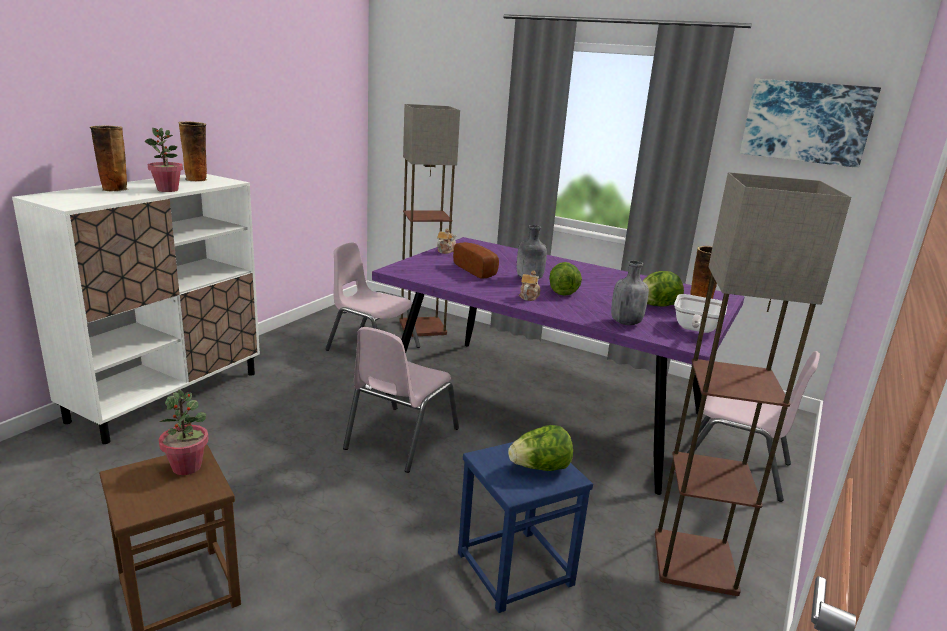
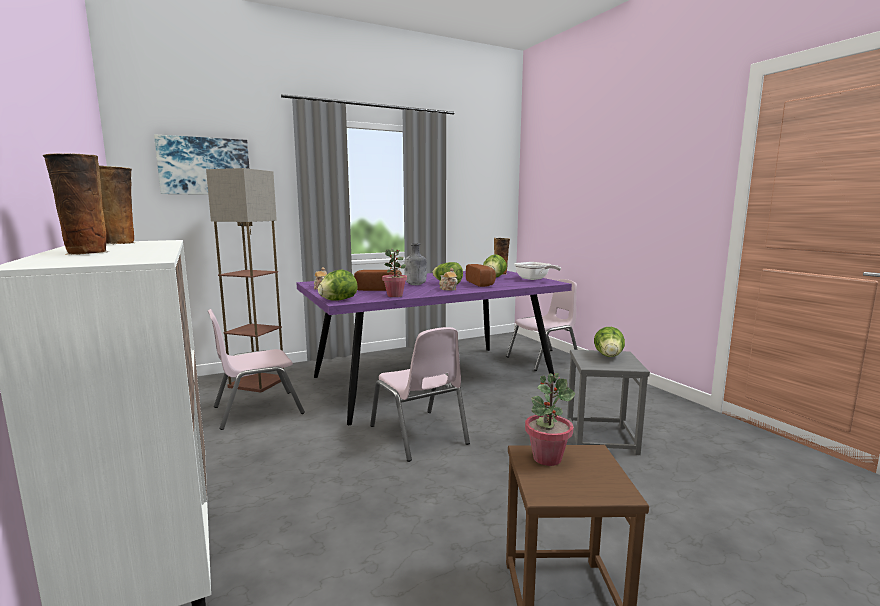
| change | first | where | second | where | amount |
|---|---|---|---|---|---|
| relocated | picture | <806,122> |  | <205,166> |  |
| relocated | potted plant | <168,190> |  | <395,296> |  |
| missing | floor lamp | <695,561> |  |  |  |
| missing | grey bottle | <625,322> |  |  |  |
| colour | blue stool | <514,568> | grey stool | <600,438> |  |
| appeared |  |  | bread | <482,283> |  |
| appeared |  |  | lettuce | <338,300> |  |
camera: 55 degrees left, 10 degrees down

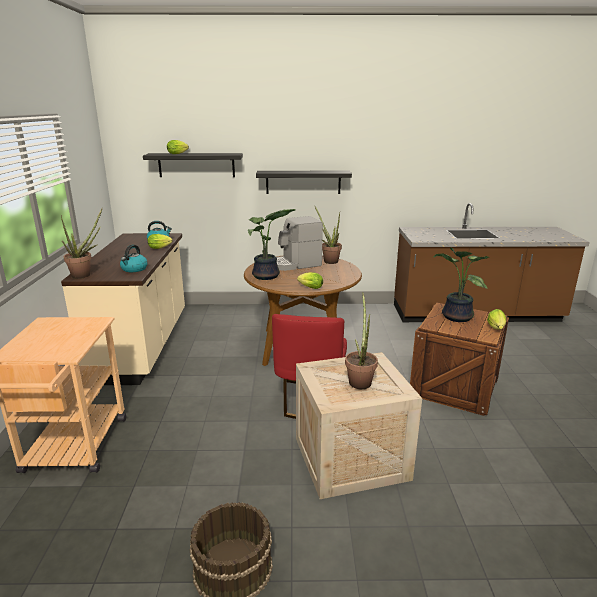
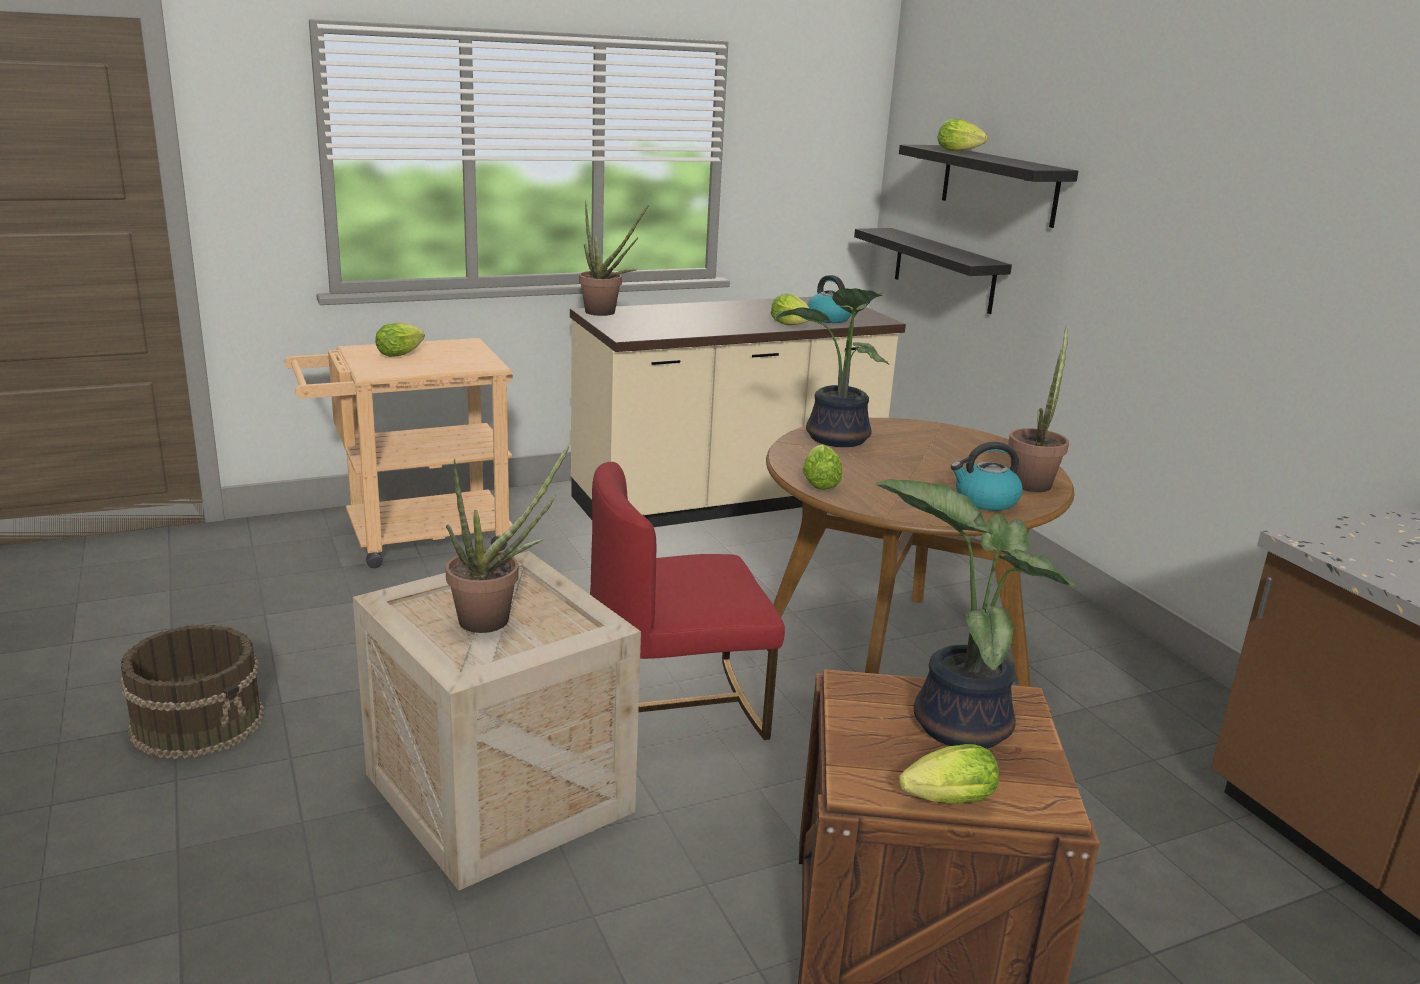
| change | first | where | second | where | amount |
|---|---|---|---|---|---|
| relocated | black shelf | <303,182> |  | <944,270> |  |
| missing | coffee machine | <295,264> |  |  |  |
| relocated | kettle | <134,269> |  | <985,501> |  |
| appeared |  |  | lettuce | <402,354> |  |
camera: 65 degrees right, 0 degrees up

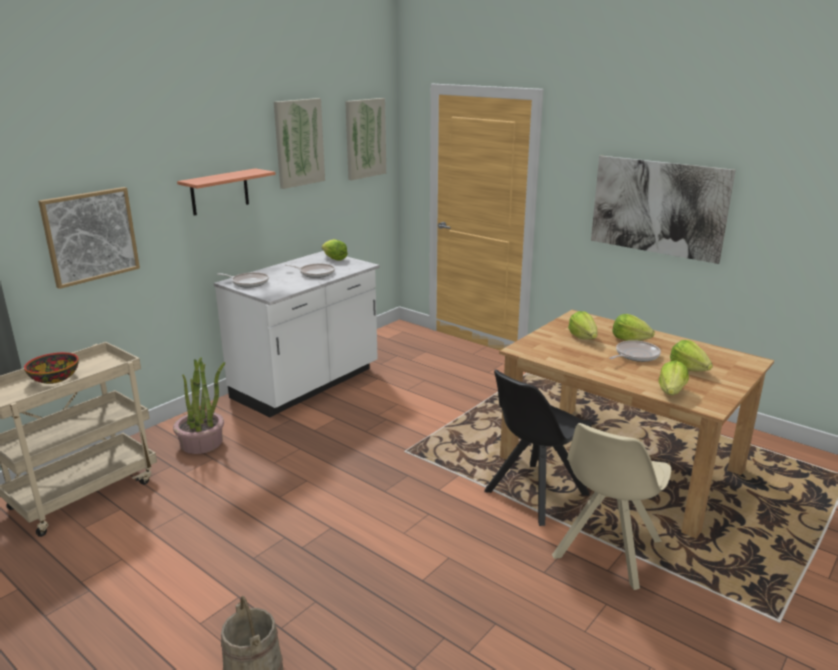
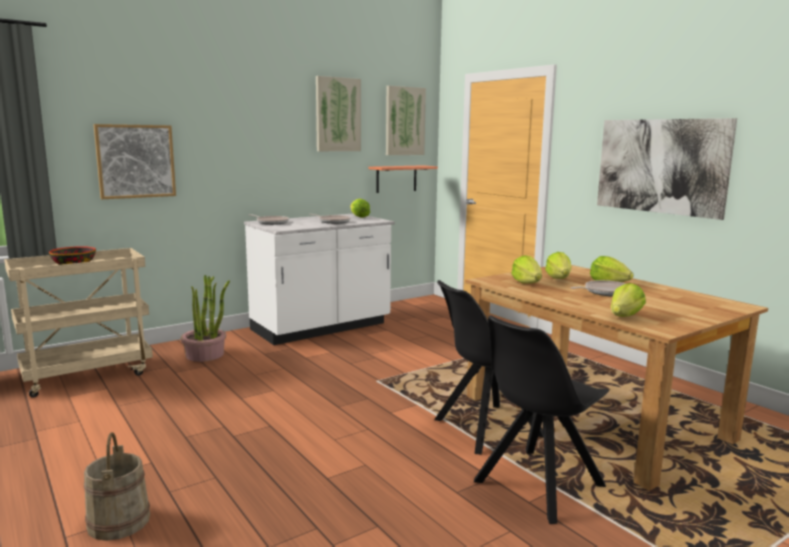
| change | first | where | second | where | amount |
|---|---|---|---|---|---|
| relocated | shelf | <219,192> |  | <396,179> |  |
| relocated | lettuce | <688,369> |  | <527,283> |  |
| colour | beige chair | <606,550> | black chair | <536,485> |  |
camera: 15 degrees right, 10 degrees down

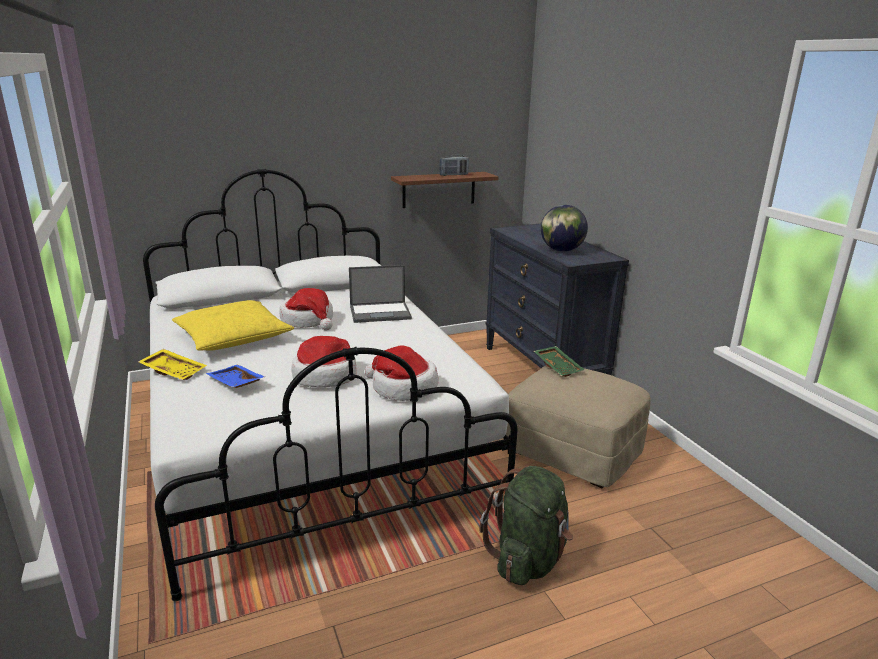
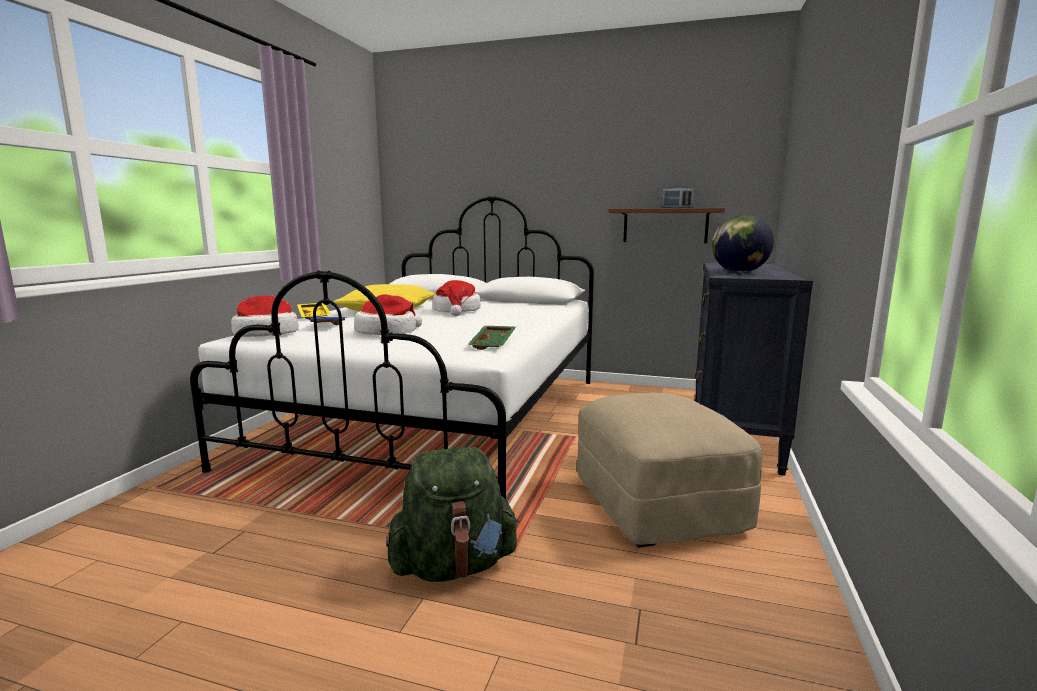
| change | first | where | second | where | amount |
|---|---|---|---|---|---|
| missing | laptop | <381,312> |  |  |  |
| relocated | hat | <402,387> |  | <266,334> |  |
| relocated | green tray | <558,366> |  | <494,344> |  |
camera: 40 degrees right, 10 degrees down

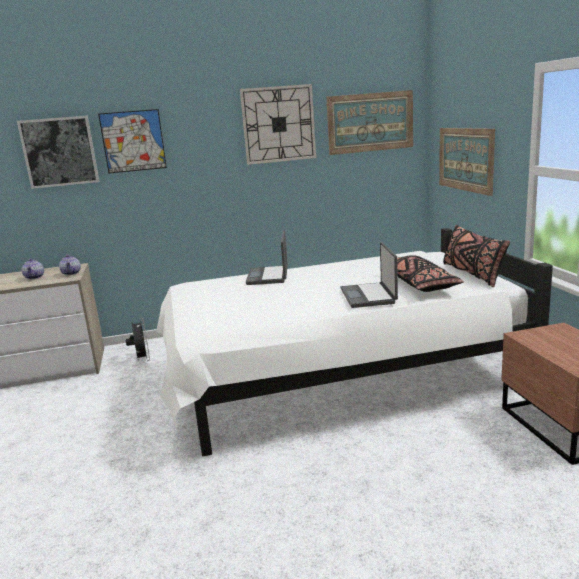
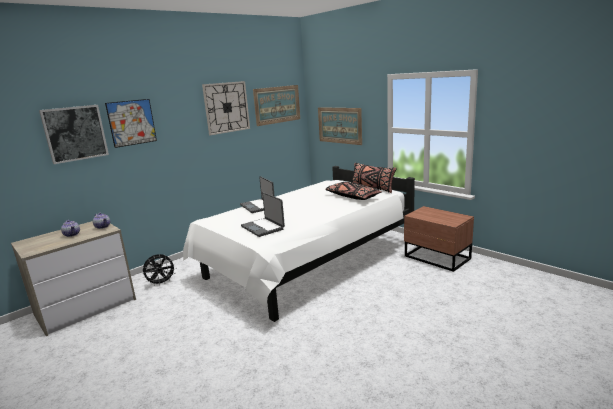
| change | first | where | second | where | amount |
|---|---|---|---|---|---|
| relocated | laptop | <369,296> |  | <263,227> |  |
| spun | black fan | <142,360> |  | <161,283> | 105 degrees clockwise |
camera: 30 degrees left, 0 degrees up

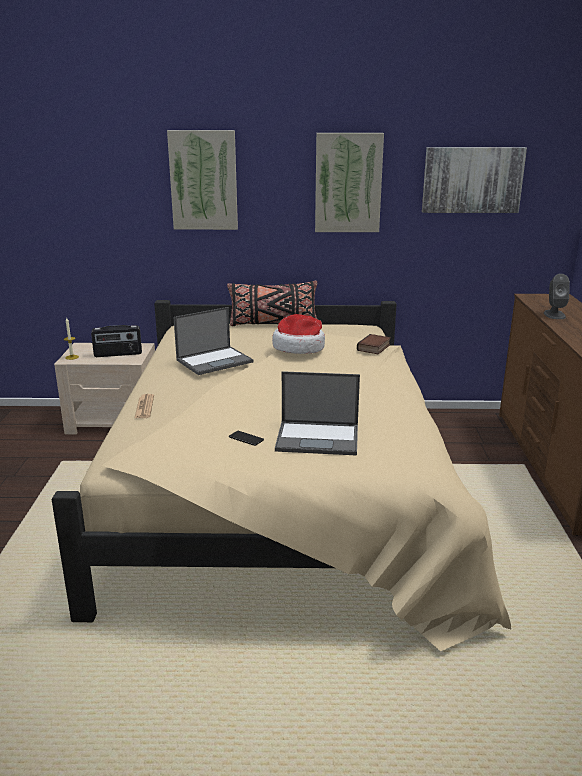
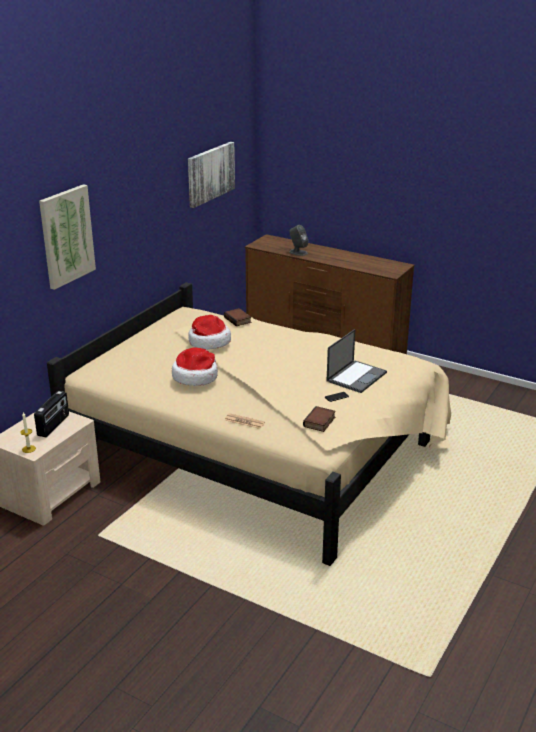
| change | first | where | second | where | amount |
|---|---|---|---|---|---|
| missing | picture | <348,183> |  |  |  |
| missing | black pillow | <273,323> |  |  |  |
| exchanged | laptop | <215,361> | hat | <196,376> |  |
| appeared |  |  | book | <320,422> |  |
camera: 60 degrees left, 5 degrees up

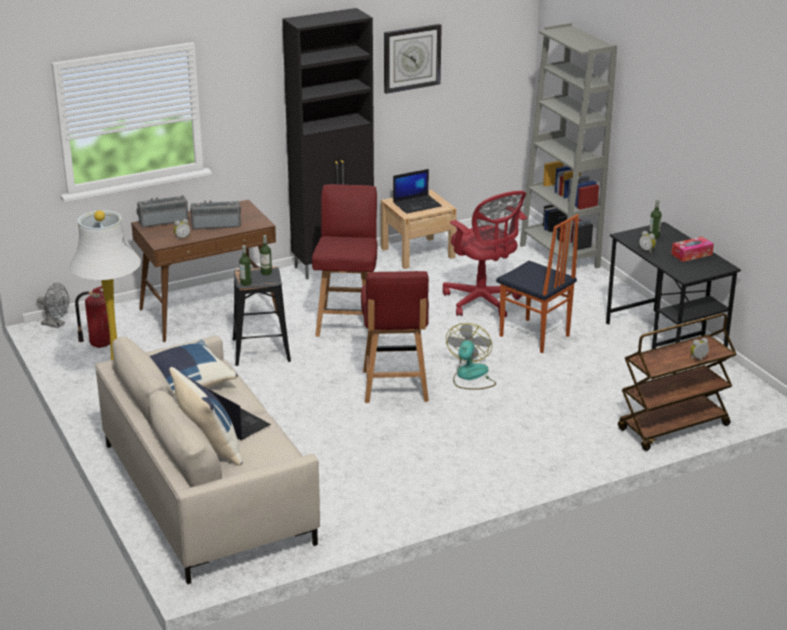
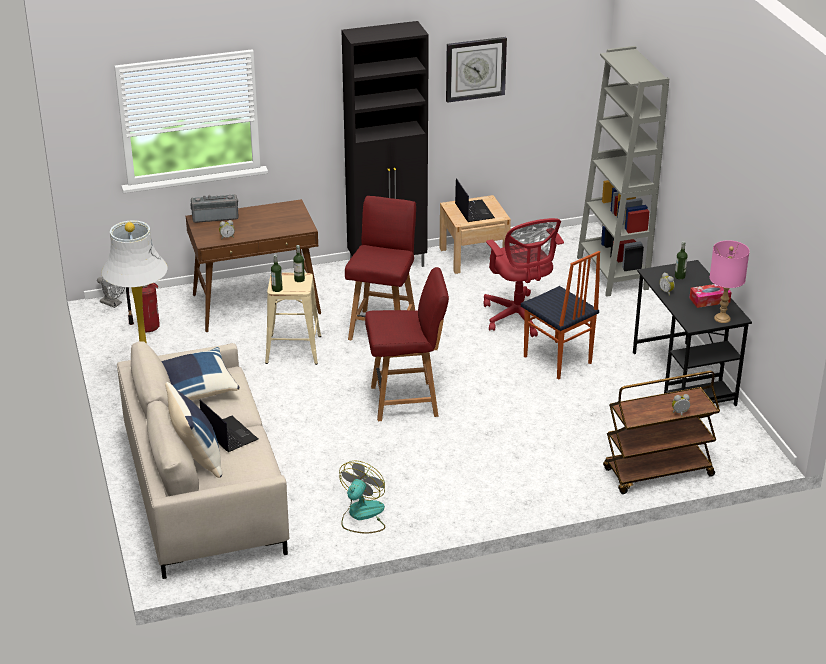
| change | first | where | second | where | amount |
|---|---|---|---|---|---|
| spun | laptop | <417,204> |  | <473,211> | 90 degrees counterclockwise |
| missing | radio | <216,224> |  |  |  |
| colour | black stool | <261,350> | beige stool | <293,349> |  |
| spun | red chair | <395,387> |  | <406,401> | 105 degrees counterclockwise |
| relocated | fan | <470,376> |  | <362,515> |  |
| appeared |  |  | pink table lamp | <722,318> |  |
camera: 10 degrees right, 5 degrees up

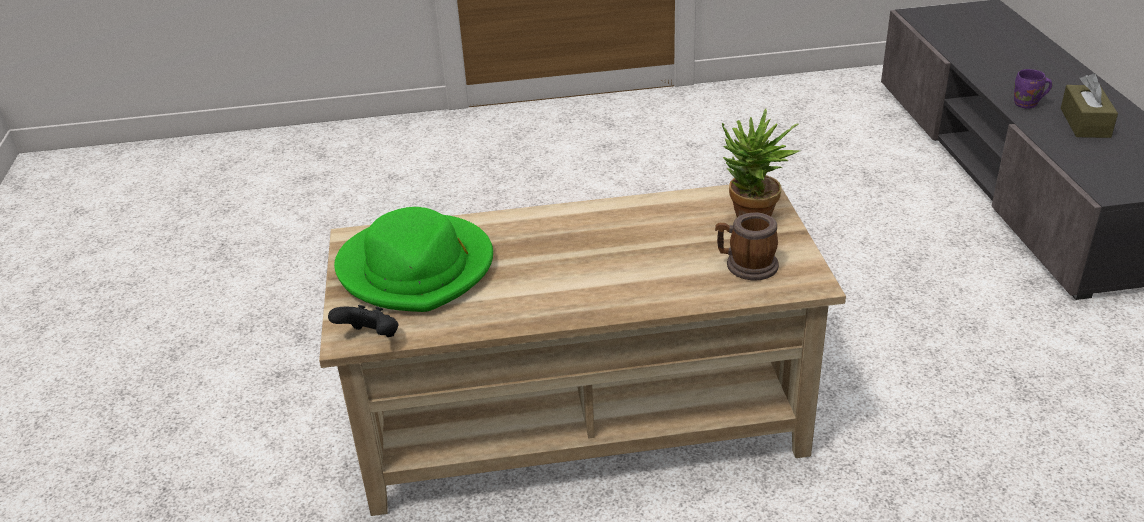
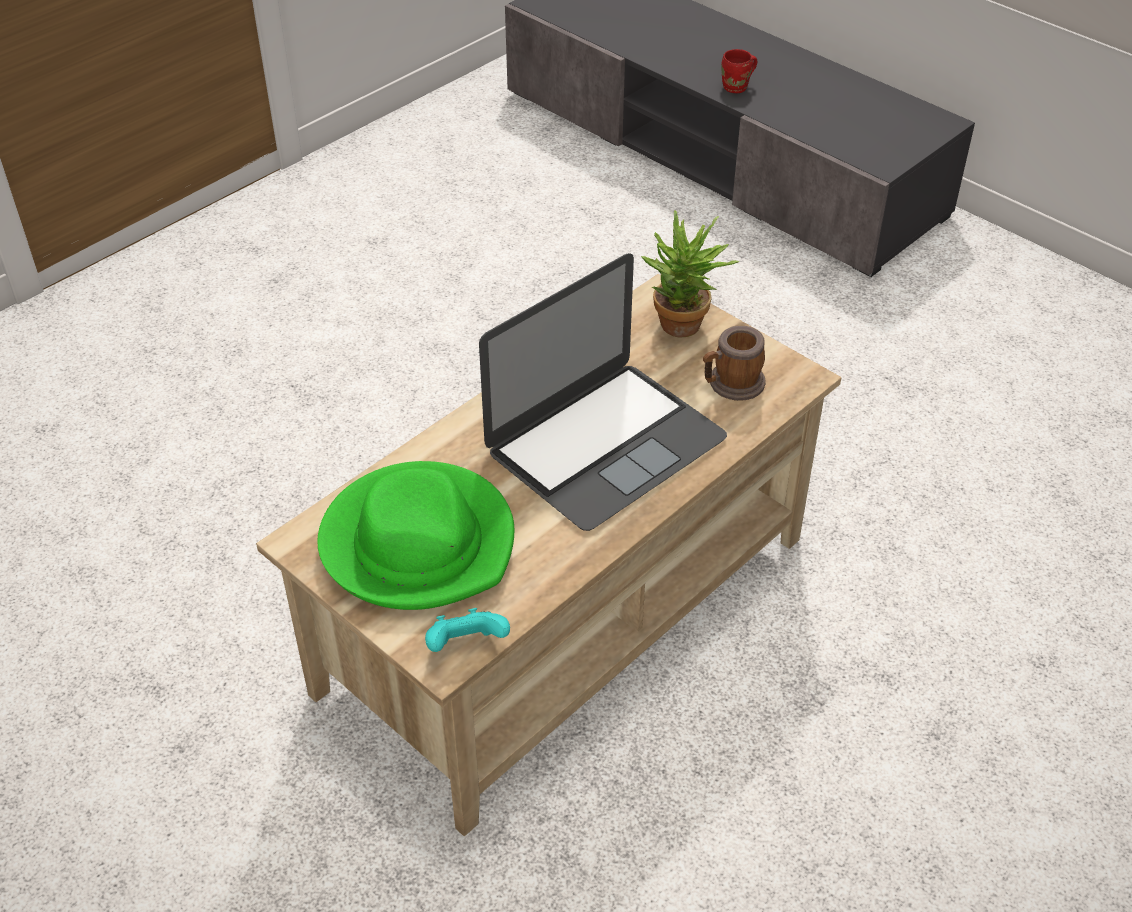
| change | first | where | second | where | amount |
|---|---|---|---|---|---|
| colour | purple mug | <1027,104> | red mug | <737,88> |  |
| missing | brown tissue box | <1085,123> |  |  |  |
| colour | black game controller | <370,338> | turquoise game controller | <466,646> |  |
| appeared |  |  | laptop | <605,444> |  |
camera: 40 degrees left, 10 degrees up

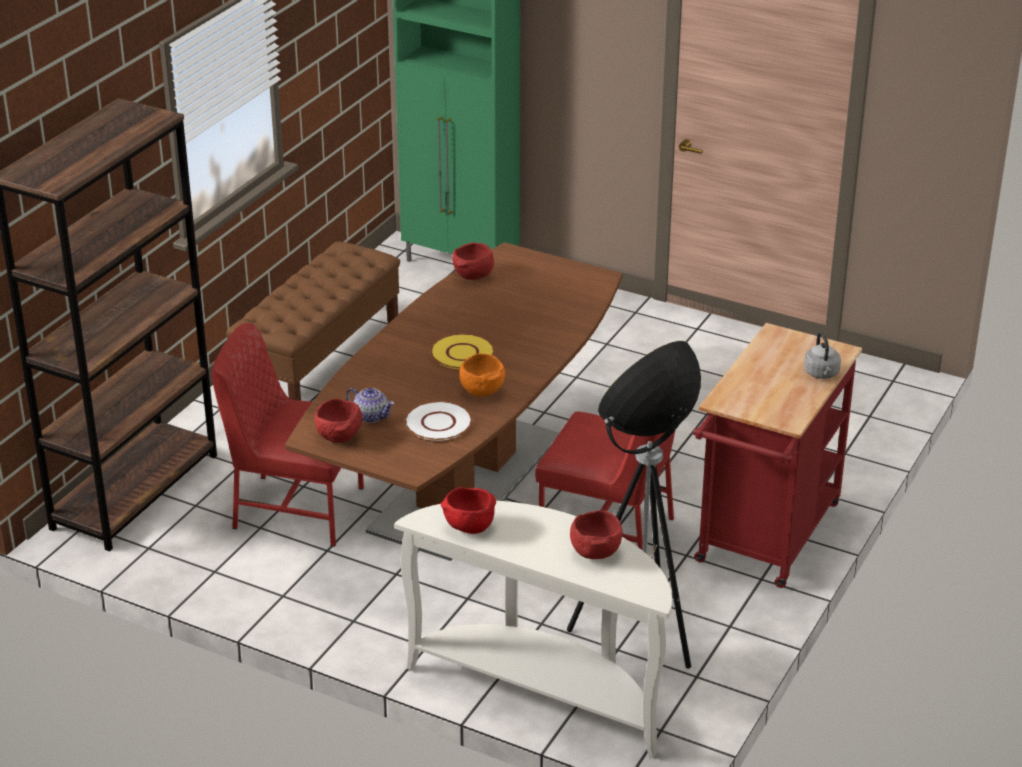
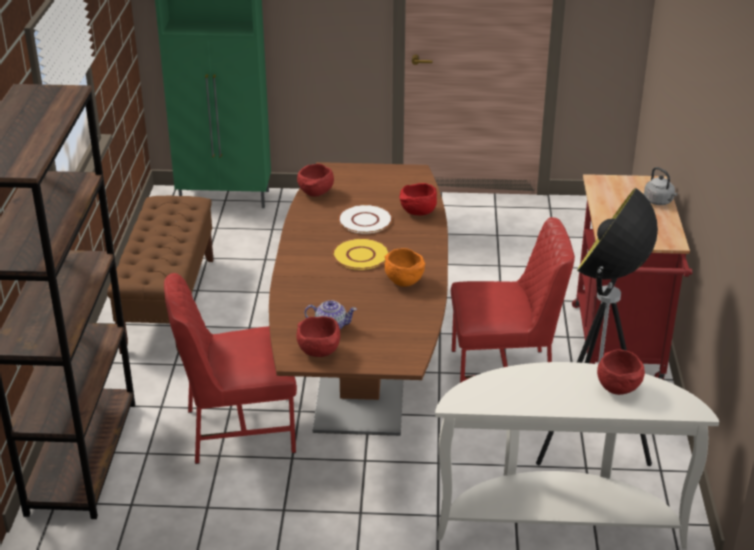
| change | first | where | second | where | amount |
|---|---|---|---|---|---|
| relocated | white plate | <438,423> |  | <365,220> |  |
| relocated | red bowl | <468,528> |  | <418,213> |  |
camera: 25 degrees left, 0 degrees up

